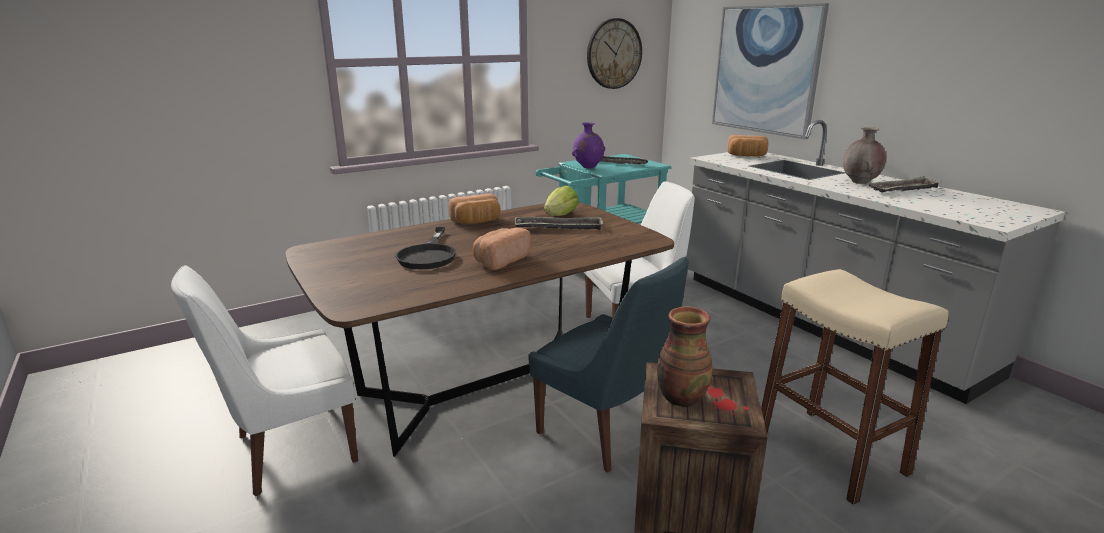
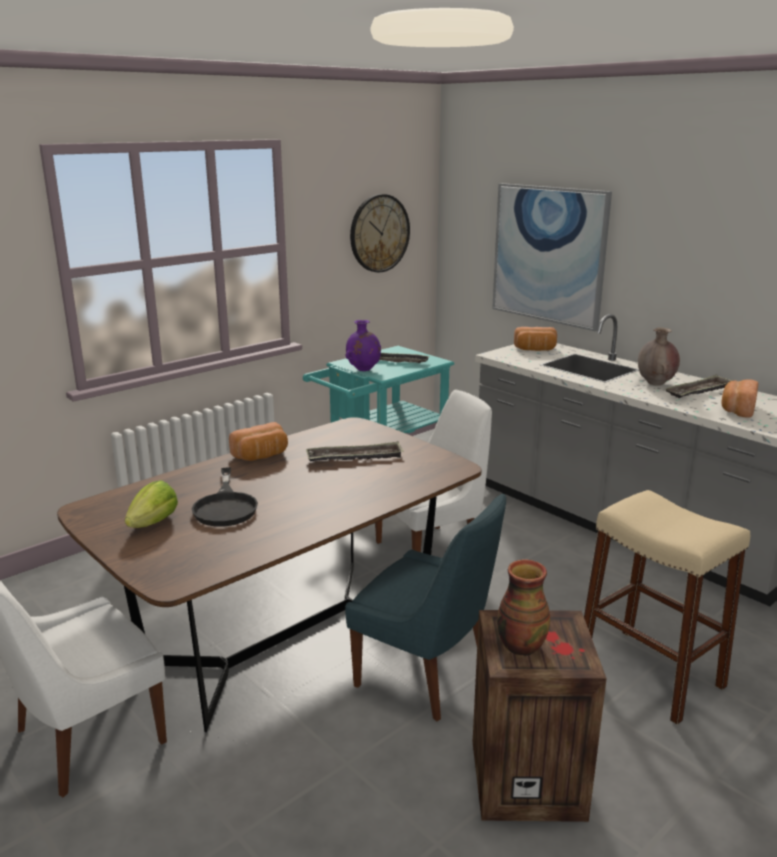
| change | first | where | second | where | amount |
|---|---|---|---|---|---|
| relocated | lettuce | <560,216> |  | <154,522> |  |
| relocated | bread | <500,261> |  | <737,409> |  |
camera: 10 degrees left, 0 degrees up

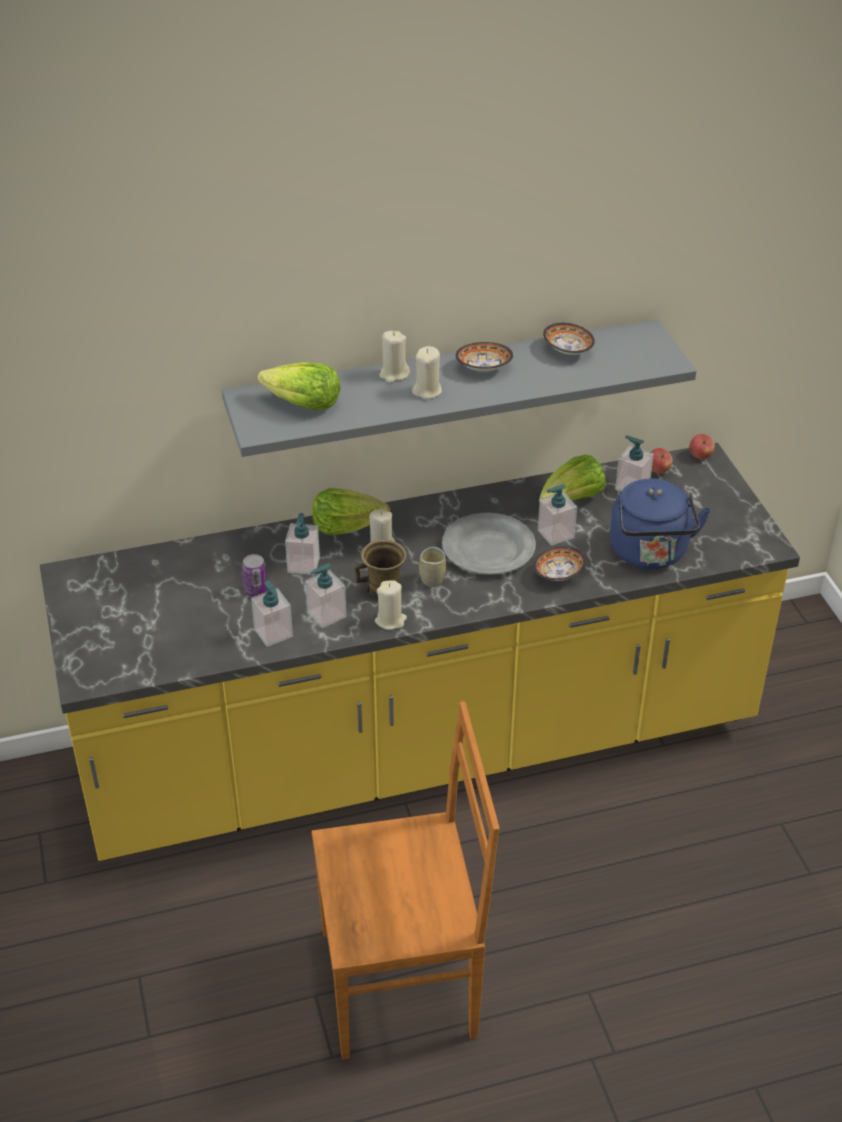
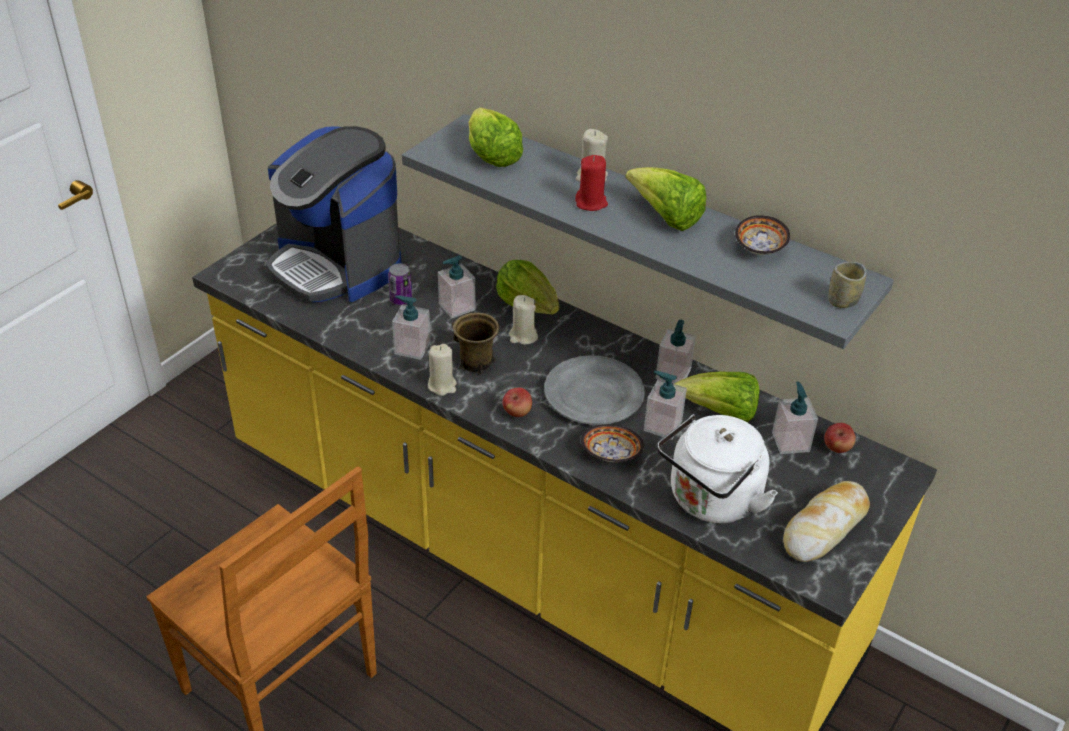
| change | first | where | second | where | amount |
|---|---|---|---|---|---|
| exchanged | bowl | <485,368> | lettuce | <665,217> |  |
| colour | beige candle | <427,391> | red candle | <591,203> |  |
| relocated | apple | <700,456> |  | <517,412> |  |
| colour | blue kettle | <650,554> | white kettle | <711,501> |  |
| relocated | cup | <432,579> |  | <842,301> |  |
| relocated | soap dispenser | <273,633> |  | <673,373> |  |
| appeared |  |  | coffee machine | <336,265> |  |
| appeared |  |  | bread | <825,527> |  |
camera: 50 degrees right, 0 degrees up

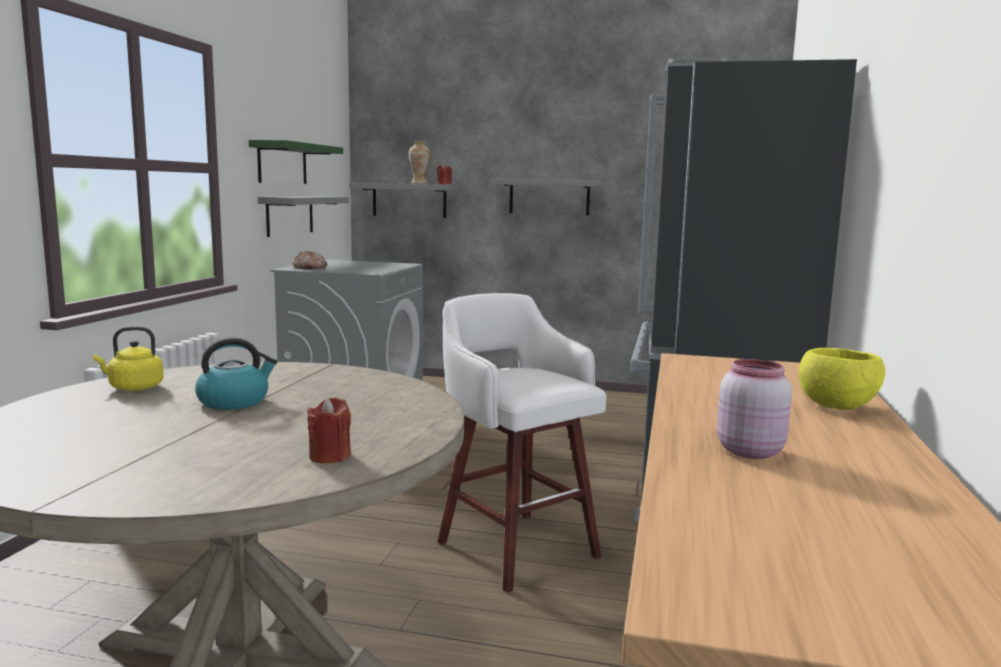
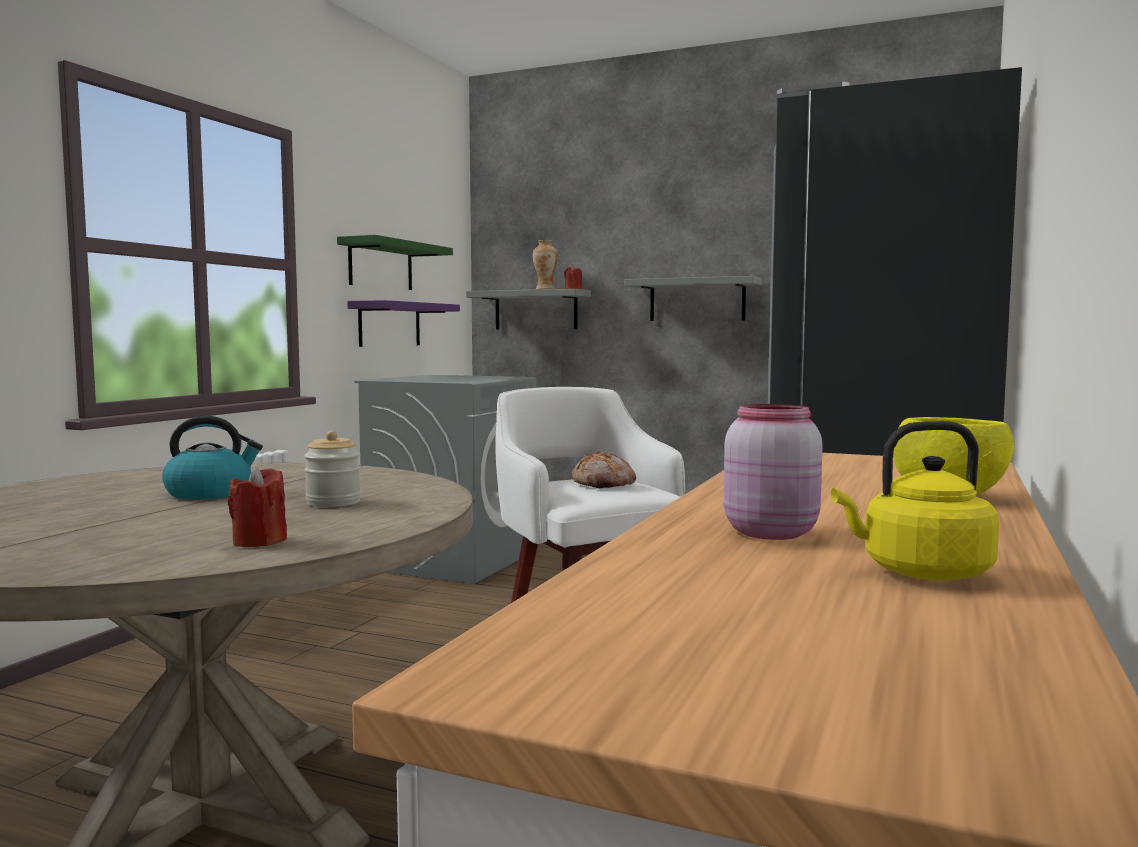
| change | first | where | second | where | amount |
|---|---|---|---|---|---|
| colour | grey shelf | <290,215> | purple shelf | <389,324> |  |
| relocated | bread | <310,268> |  | <604,484> |  |
| relocated | yellow kettle | <133,388> |  | <920,572> |  |
| appeared |  |  | jar | <333,502> |  |
camera: 10 degrees right, 5 degrees down

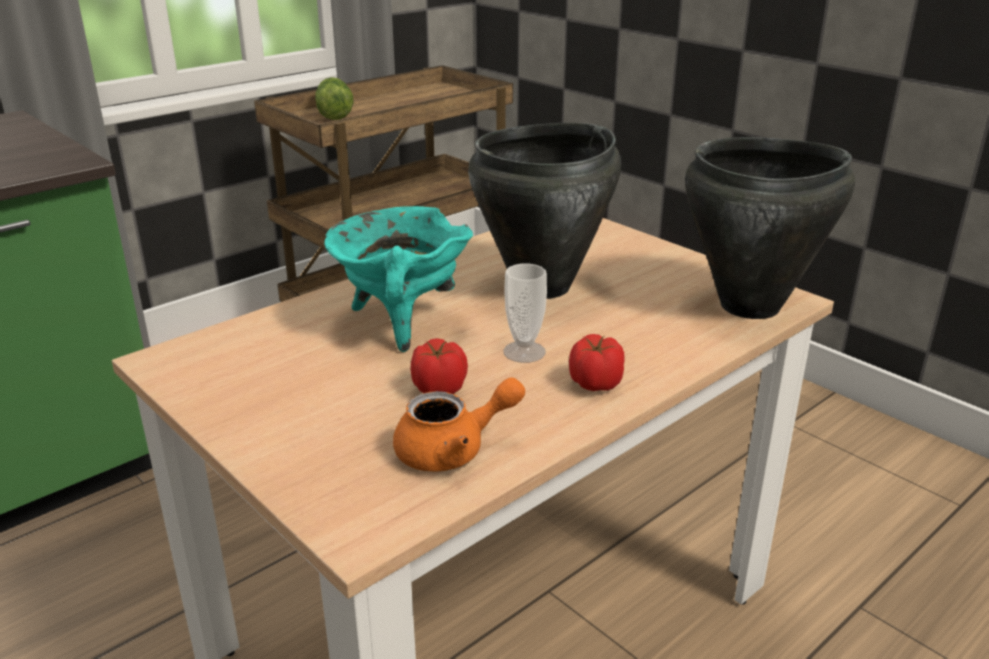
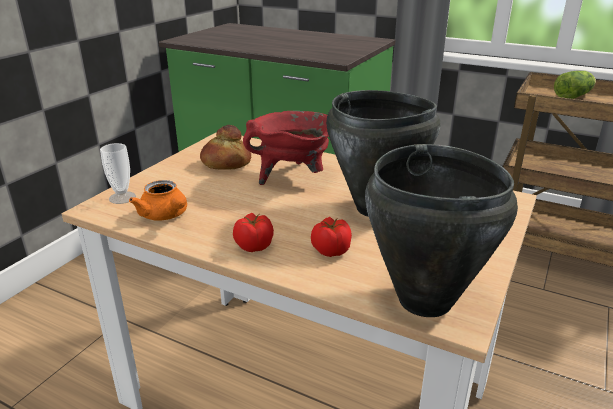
| change | first | where | second | where | amount |
|---|---|---|---|---|---|
| colour | turquoise cooking pot | <401,322> | red cooking pot | <293,177> |  |
| relocated | cup | <524,352> |  | <122,197> |  |
| relocated | tomato | <438,389> |  | <330,250> |  |
| appeared |  |  | bread | <226,163> |  |
camera: 70 degrees right, 0 degrees up

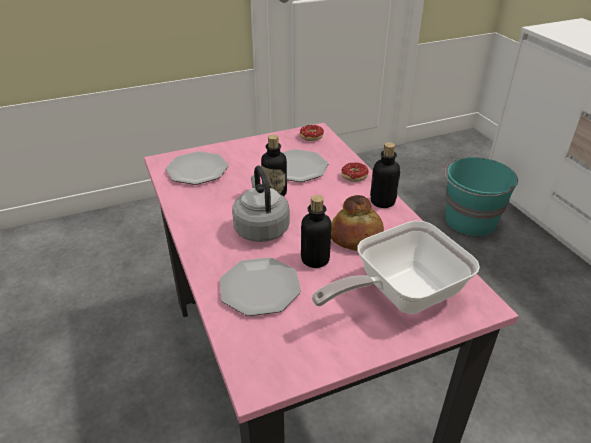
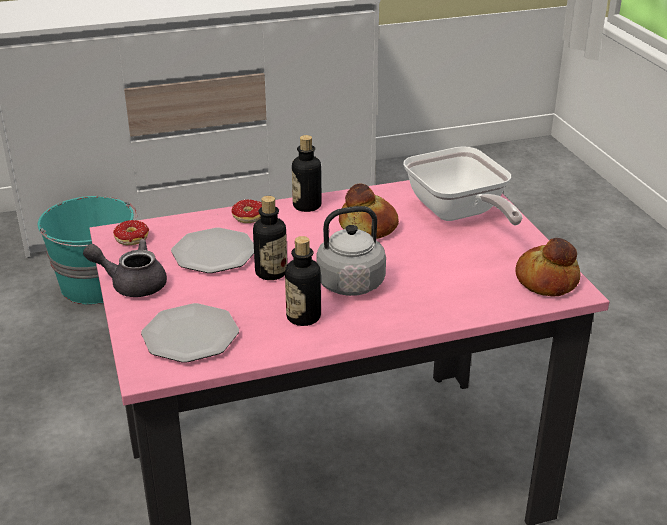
| change | first | where | second | where | amount |
|---|---|---|---|---|---|
| relocated | bottle | <315,259> |  | <303,317> |  |
| missing | plate | <260,288> |  |  |  |
| appeared |  |  | bread | <545,280> |  |
| appeared |  |  | grey teapot | <132,284> |  |
camera: 85 degrees left, 5 degrees down

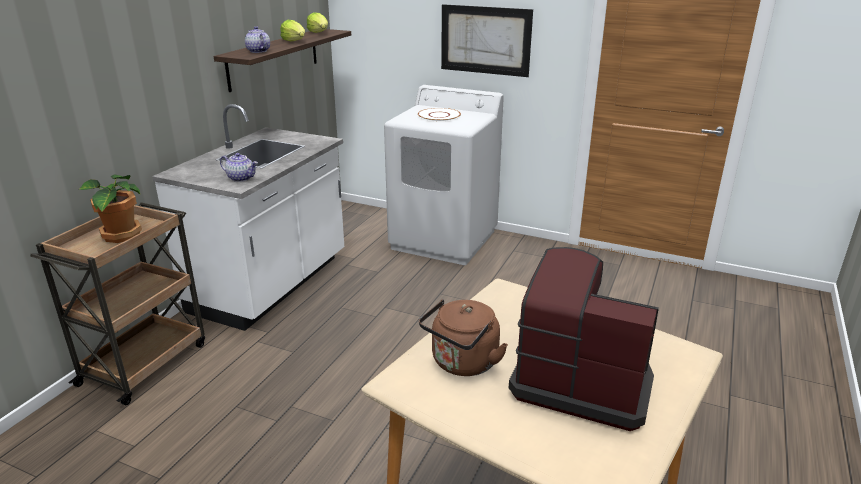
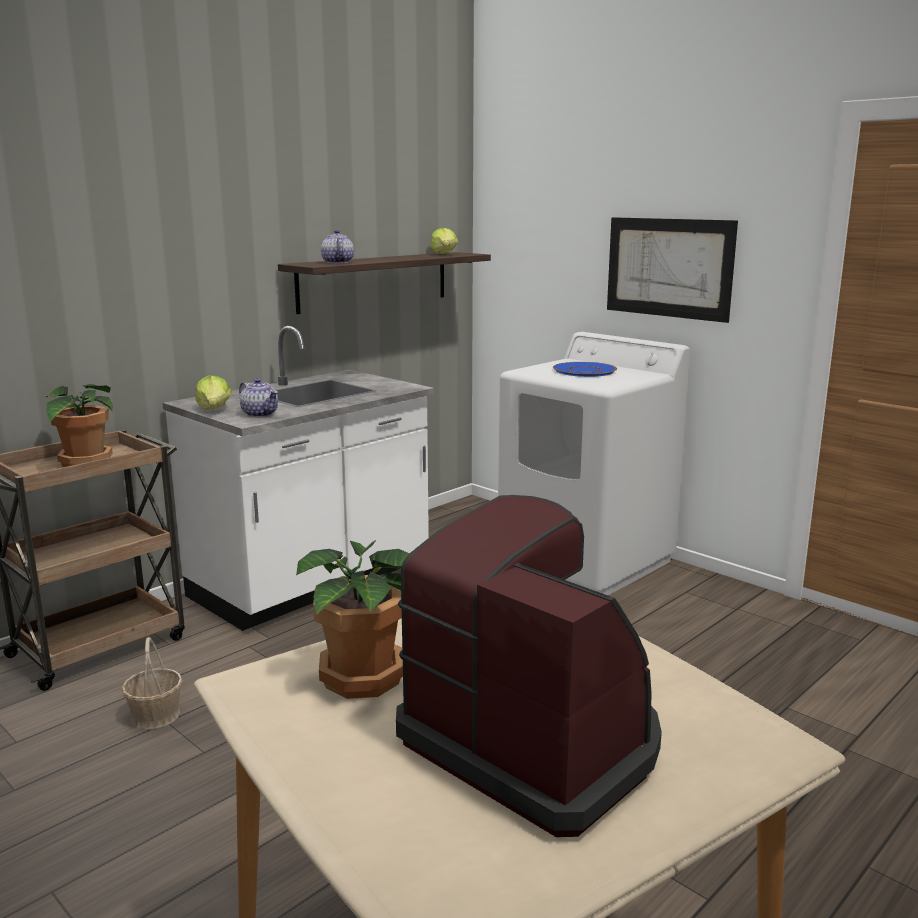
| change | first | where | second | where | amount |
|---|---|---|---|---|---|
| relocated | lettuce | <295,41> |  | <215,410> |  |
| colour | white plate | <439,116> | blue plate | <584,371> |  |
| exchanged | brown kettle | <462,364> | potted plant | <366,678> |  |
| appeared |  |  | basket | <155,716> |  |
camera: 20 degrees right, 10 degrees down

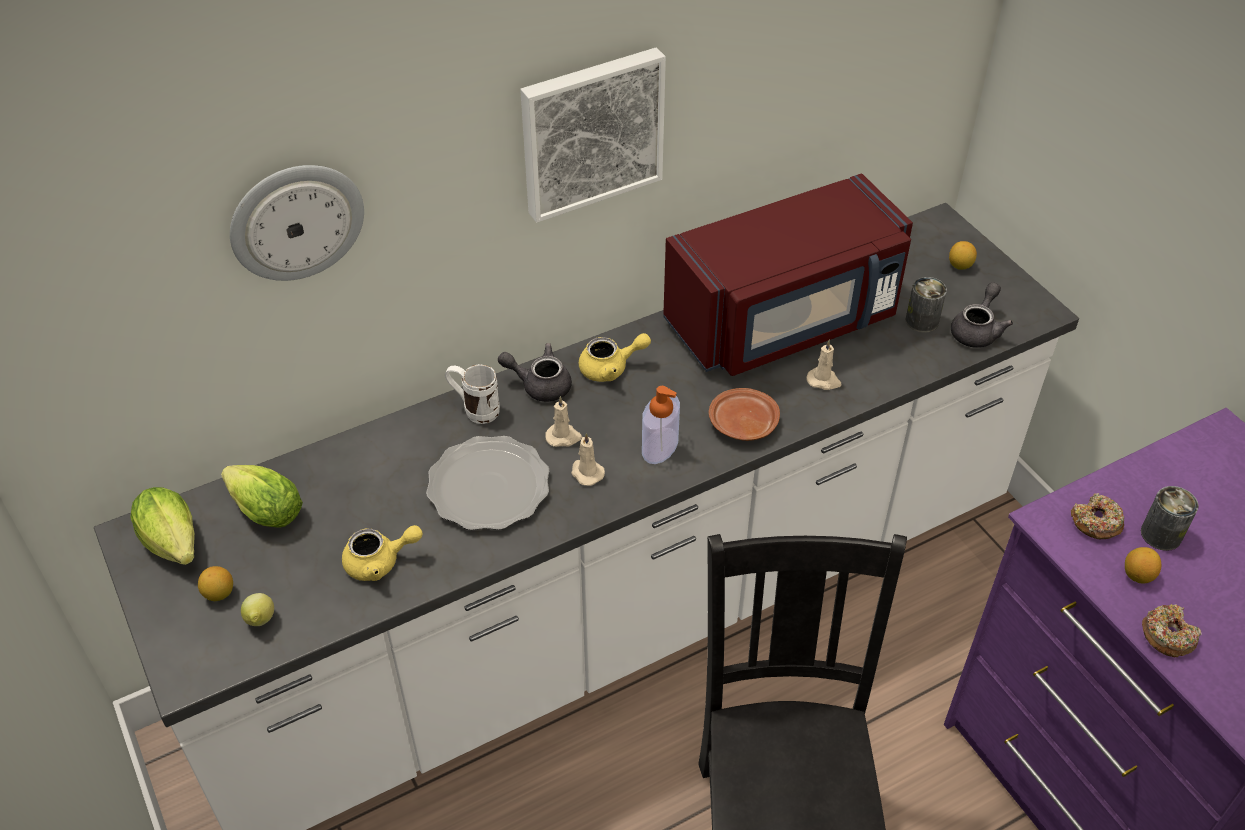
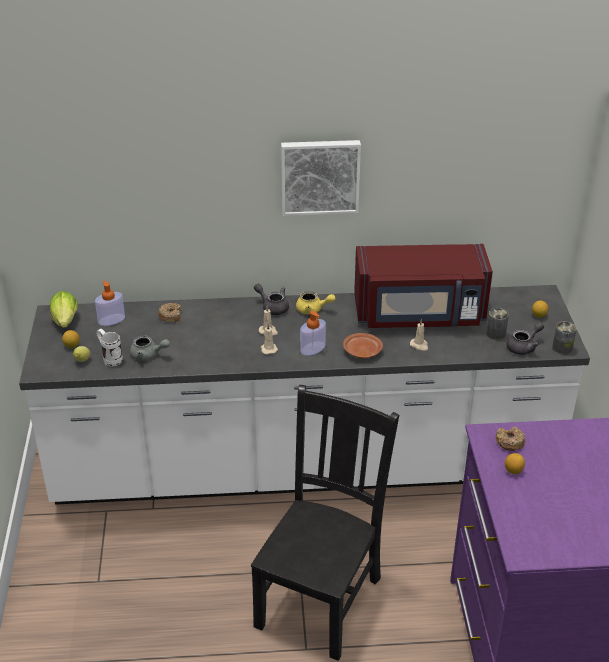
| change | first | where | second | where | amount |
|---|---|---|---|---|---|
| missing | wall clock | <296,221> |  |  |  |
| relocated | white mug | <474,409> |  | <110,358> |  |
| missing | plate | <488,487> |  |  |  |
| exchanged | lettuce | <263,509> | soap dispenser | <111,320> |  |
| relocated | can | <1161,534> |  | <562,348> |  |
| colour | yellow teapot | <380,562> | grey teapot | <148,355> |  |
| relocated | donut | <1167,636> |  | <170,316> |  |
camera: 25 degrees right, 10 degrees down

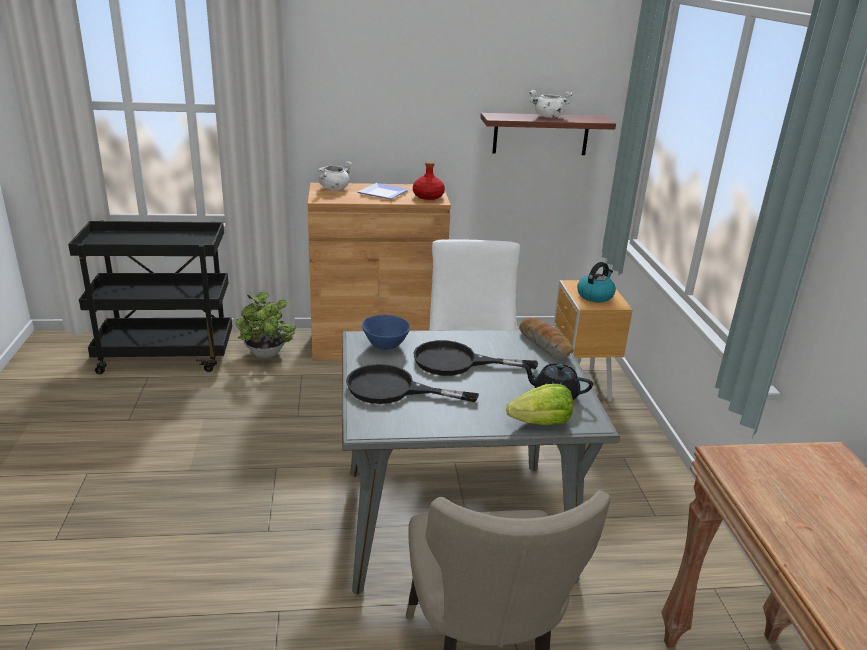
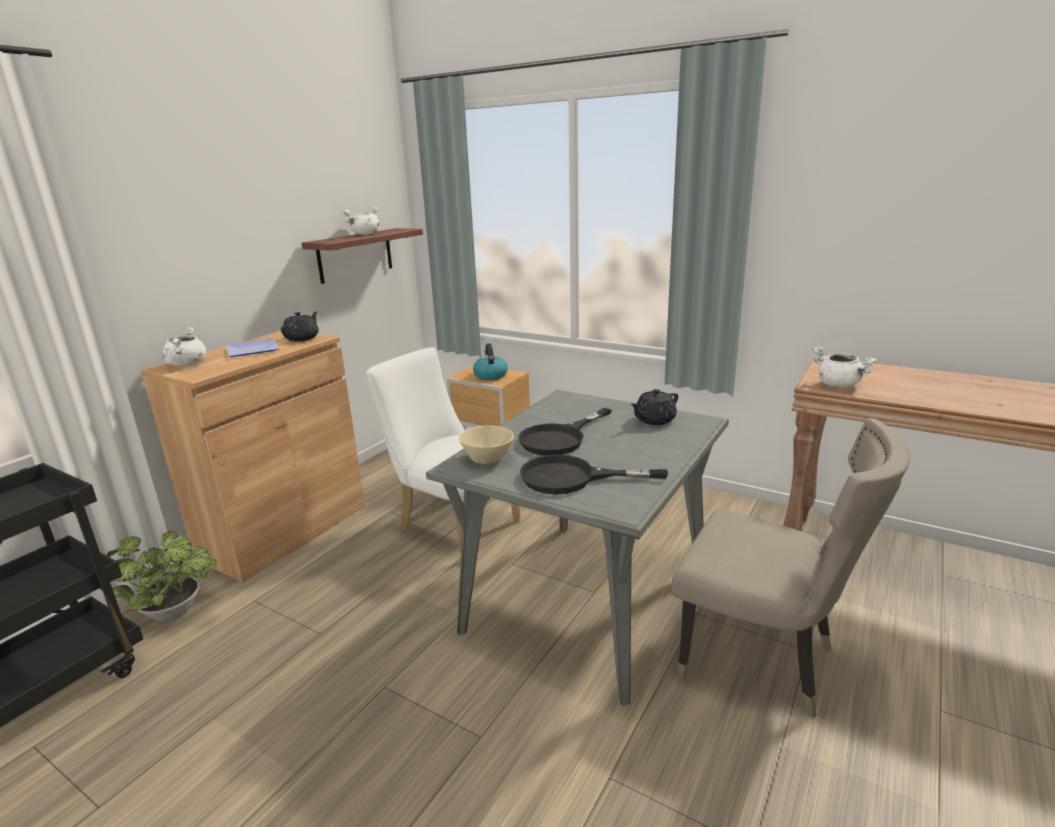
| change | first | where | second | where | amount |
|---|---|---|---|---|---|
| exchanged | red bottle | <428,196> | black teapot | <302,338> |  |
| colour | blue bowl | <385,346> | beige bowl | <488,459> |  |
| missing | bread | <546,345> |  |  |  |
| spun | black frying pan | <393,389> |  | <572,478> | 45 degrees clockwise |
| missing | lettuce | <541,423> |  |  |  |
| appeared |  |  | white cooking pot | <839,385> |  |
camera: 50 degrees left, 5 degrees down

